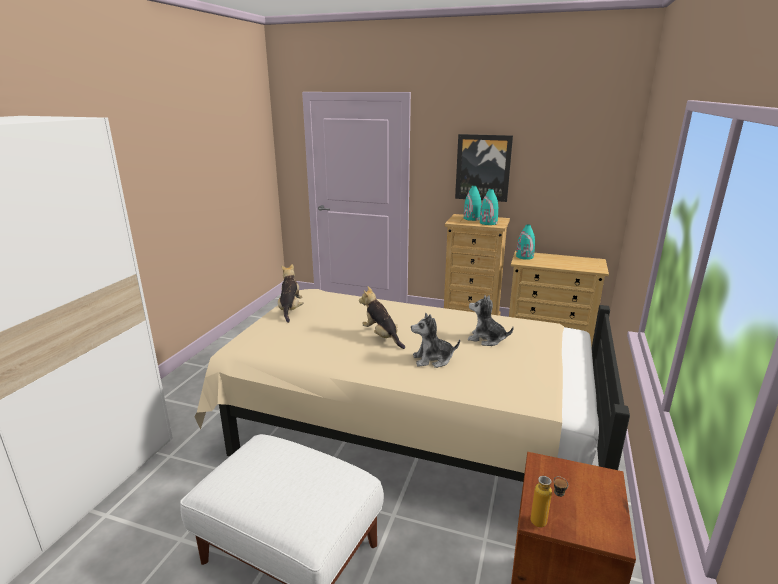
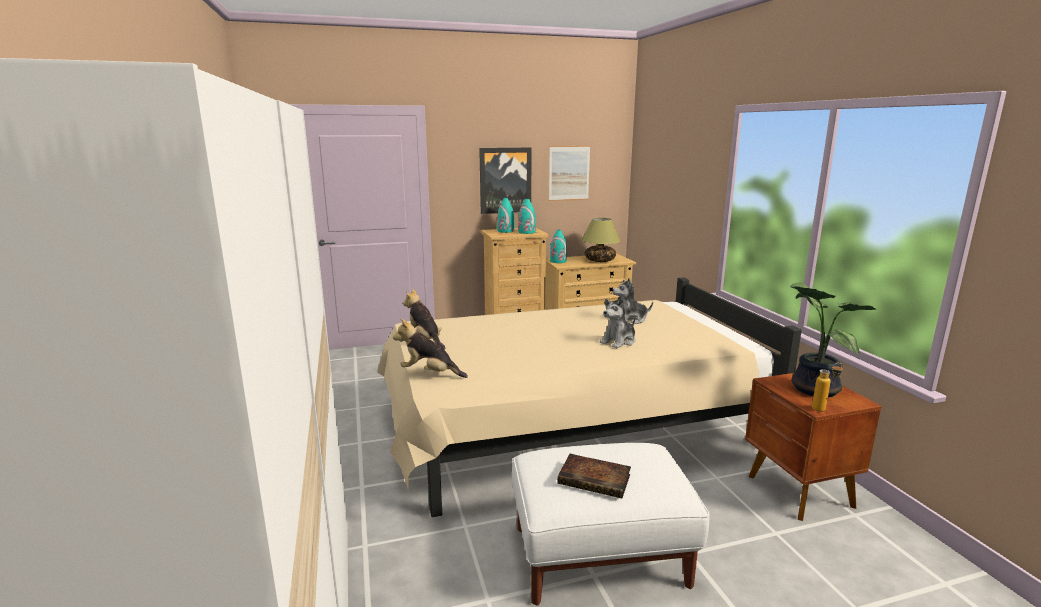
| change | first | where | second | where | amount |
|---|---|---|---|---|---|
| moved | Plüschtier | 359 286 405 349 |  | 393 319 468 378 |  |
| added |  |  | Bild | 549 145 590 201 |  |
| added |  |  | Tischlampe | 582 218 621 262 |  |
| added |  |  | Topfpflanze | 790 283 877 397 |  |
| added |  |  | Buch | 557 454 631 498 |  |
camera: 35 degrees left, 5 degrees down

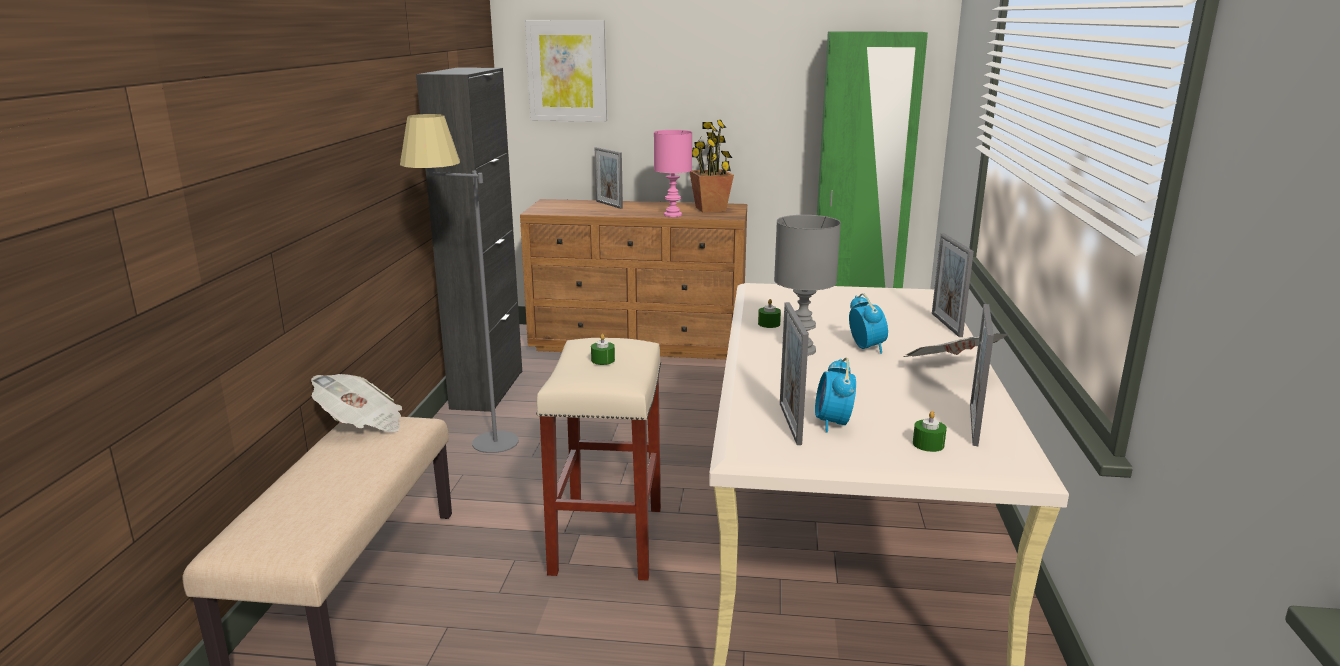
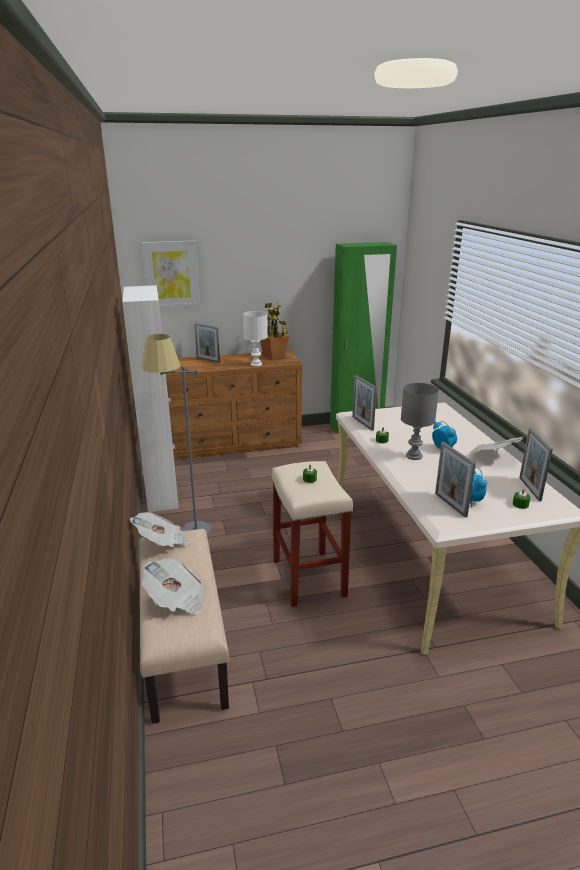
| change | first | where | second | where | amount |
|---|---|---|---|---|---|
| recoloured | Schrank/schwarz | 416 67 522 412 | Schrank/weiß | 122 285 179 512 |  |
| recoloured | Tischlampe/rosa | 654 130 692 217 | Tischlampe/weiß | 243 311 268 366 |  |
| moved | Bilderrahmen | 932 233 974 337 |  | 353 375 377 431 |  |
| added |  |  | Zeitung | 142 558 206 615 |  |
camera: 20 degrees left, 5 degrees up

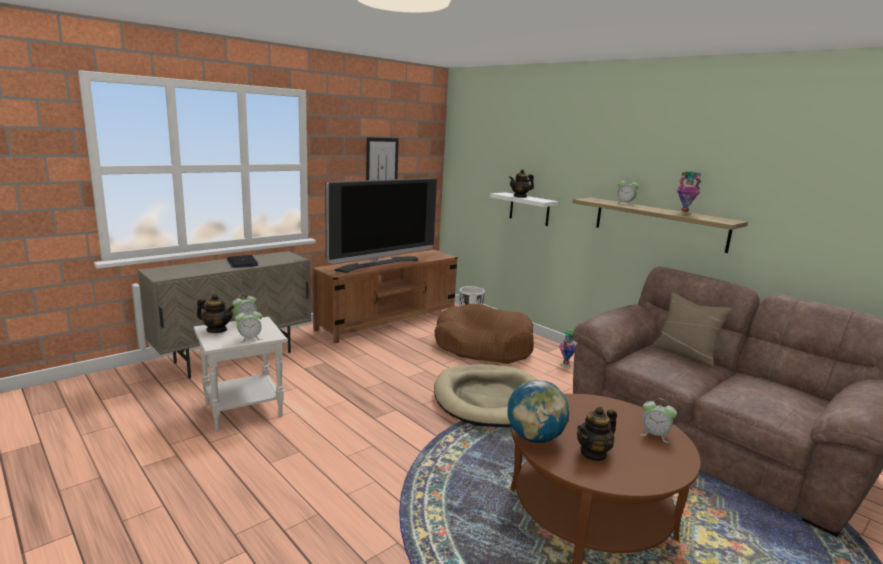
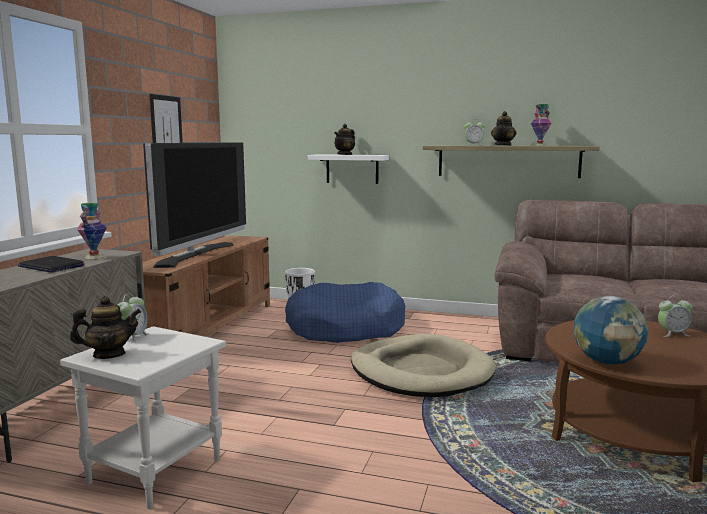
| change | first | where | second | where | amount |
|---|---|---|---|---|---|
| removed | Kissen/beige | 653 292 732 366 |  |  |  |
| recoloured | Hundebett/braun | 434 304 534 364 | Hundebett/blau | 285 282 405 343 |  |
| removed | Wecker | 235 308 262 343 |  |  |  |
| moved | Vase | 559 330 576 368 |  | 77 203 107 259 |  |
| moved | Teekanne | 577 406 617 462 |  | 491 111 517 146 |  |
camera: 30 degrees left, 5 degrees down

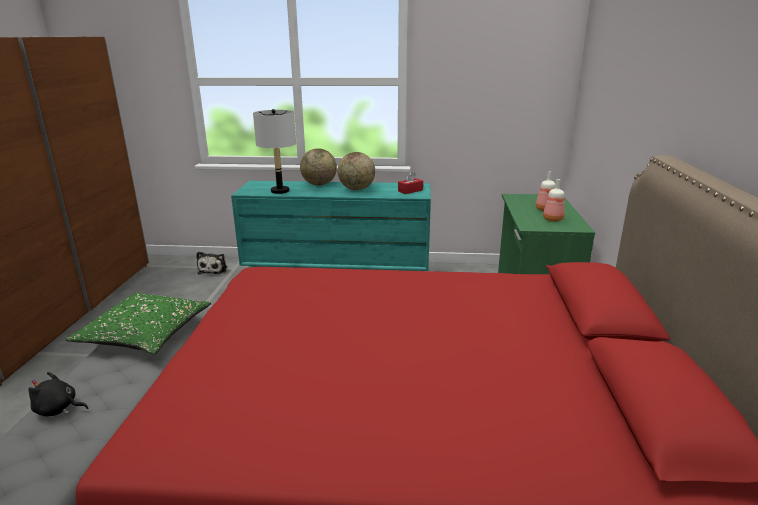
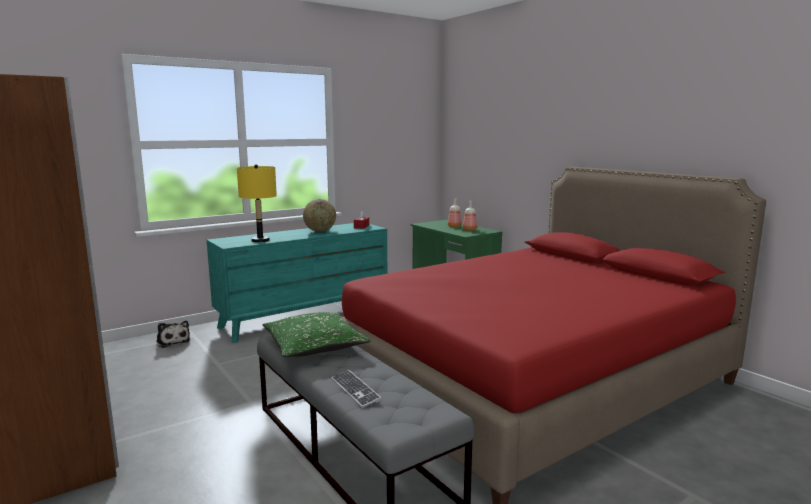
| change | first | where | second | where | amount |
|---|---|---|---|---|---|
| recoloured | Tischlampe/grau | 253 109 296 194 | Tischlampe/gelb | 237 164 277 242 |  |
| removed | Globus | 300 148 337 186 |  |  |  |
| replaced | Plüschtier/schwarz | 28 372 88 416 | Tastatur | 331 370 381 408 |  |
camera: 40 degrees left, 10 degrees down

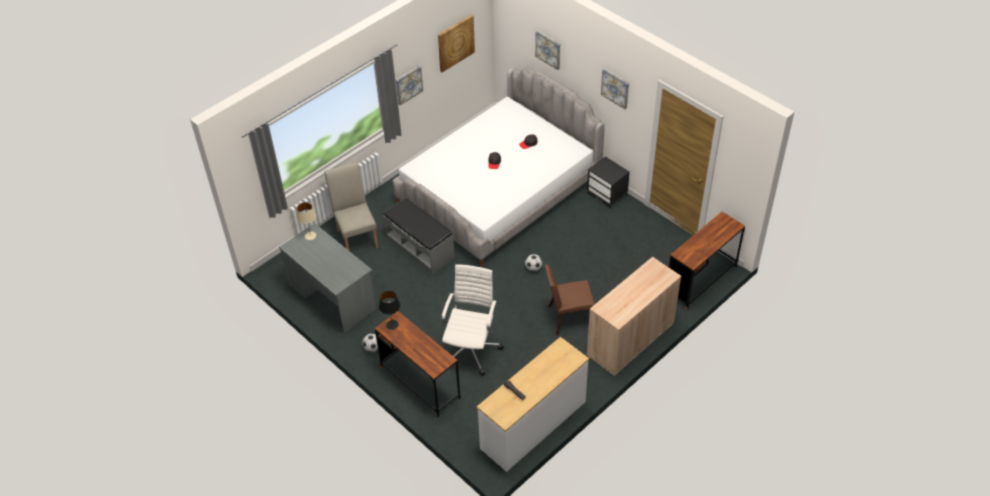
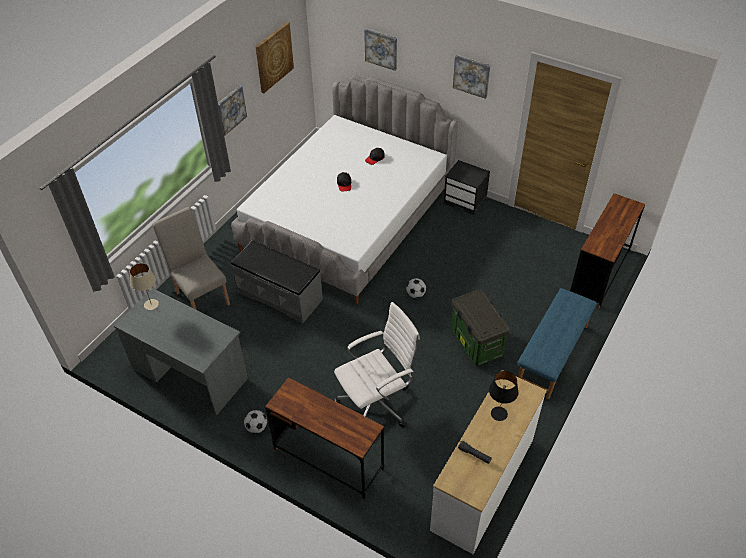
| change | first | where | second | where | amount |
|---|---|---|---|---|---|
| replaced | Schrank/beige | 587 257 681 376 | Bank/blau | 517 288 597 399 |  |
| turned | Bürostuhl/weiß | 441 264 504 376 |  | 334 302 420 428 | 60 degrees clockwise |
| replaced | Stuhl/braun | 545 264 595 335 | Aufbewahrungsbox | 451 289 510 366 |  |
| moved | Tischlampe/schwarz | 379 291 400 330 |  | 489 371 518 421 |  |
camera: 15 degrees left, 0 degrees up

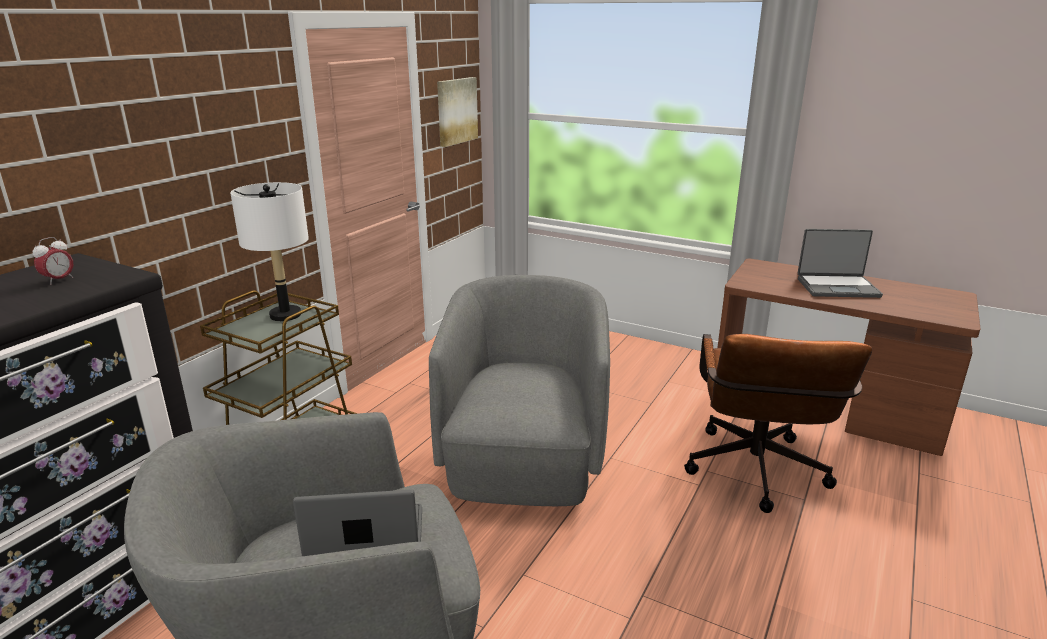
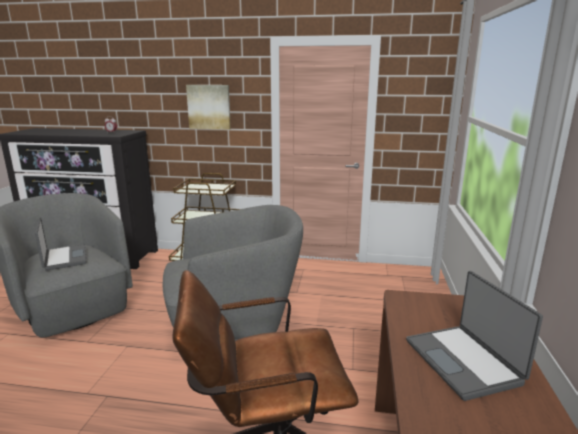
| change | first | where | second | where | amount |
|---|---|---|---|---|---|
| moved | Bild | 437 77 478 147 |  | 186 85 231 130 |  |
| removed | Tischlampe/weiß | 230 182 309 321 |  |  |  |
camera: 70 degrees right, 5 degrees down

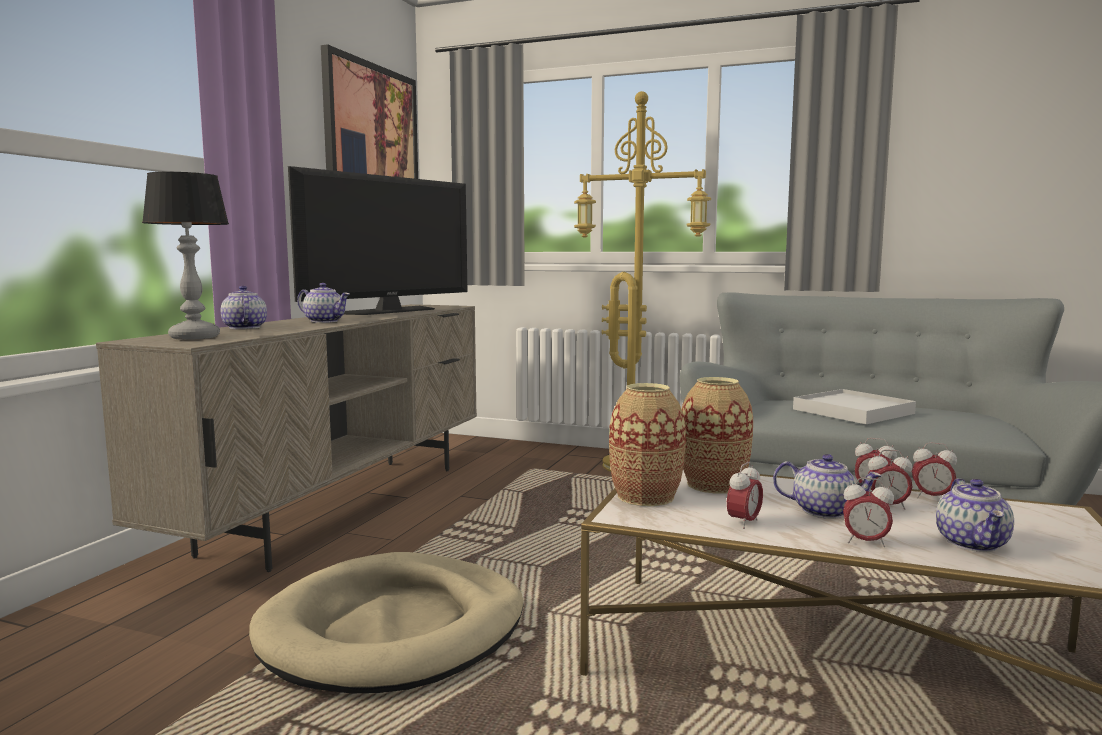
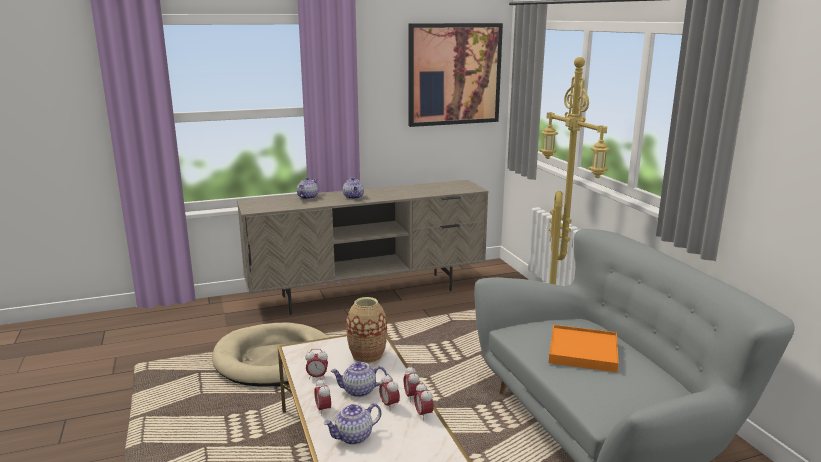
| change | first | where | second | where | amount |
|---|---|---|---|---|---|
| removed | Fernseher | 288 166 468 315 |  |  |  |
| removed | Tischlampe | 142 172 229 340 |  |  |  |
| removed | Vase | 609 383 686 506 |  |  |  |
| recoloured | Tablett/weiß | 793 389 916 424 | Tablett/orange | 549 325 619 372 |  |
| turned | Teekanne | 773 454 882 519 |  | 331 361 387 397 | 105 degrees clockwise |
camera: 50 degrees right, 10 degrees up

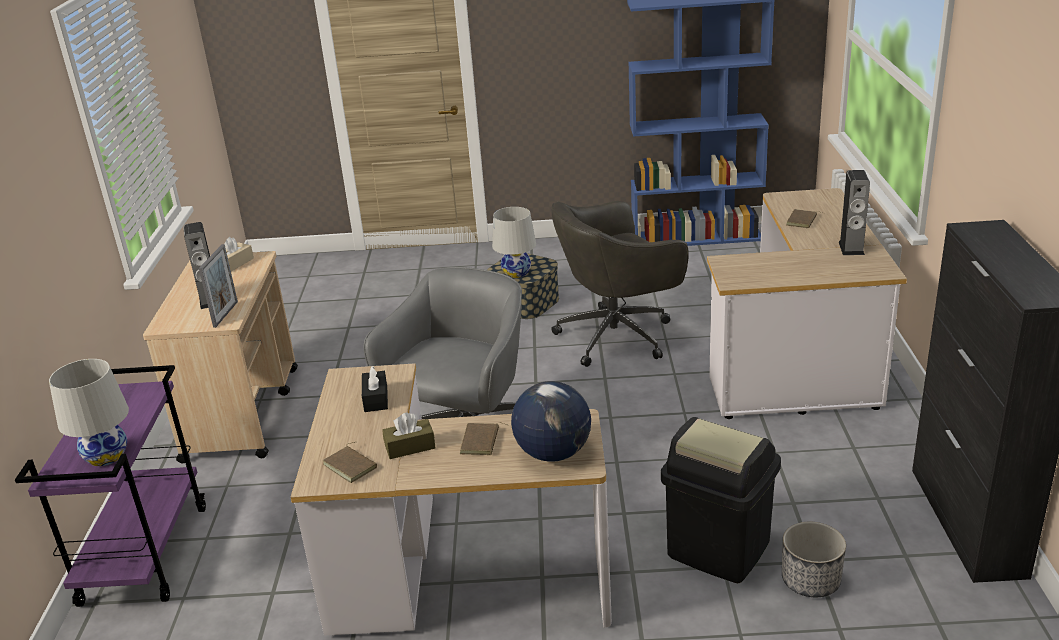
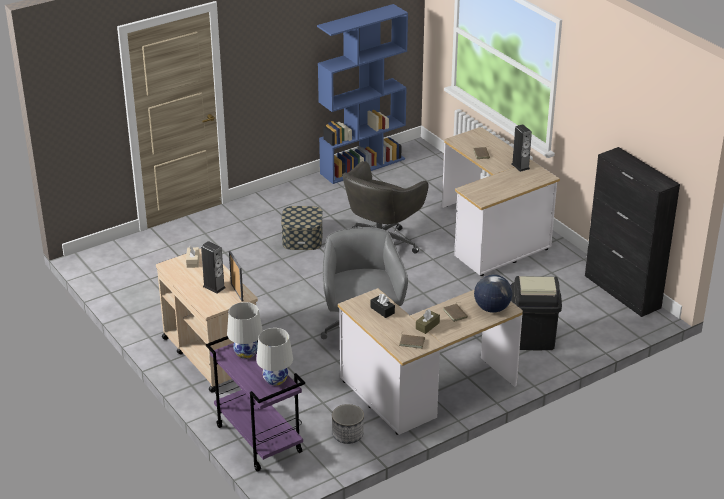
| change | first | where | second | where | amount |
|---|---|---|---|---|---|
| moved | Tischlampe/weiß | 492 207 536 278 |  | 227 302 263 359 |  |
| moved | Pflanzkübel | 782 522 846 597 |  | 332 404 364 444 |  |
camera: 35 degrees left, 5 degrees up

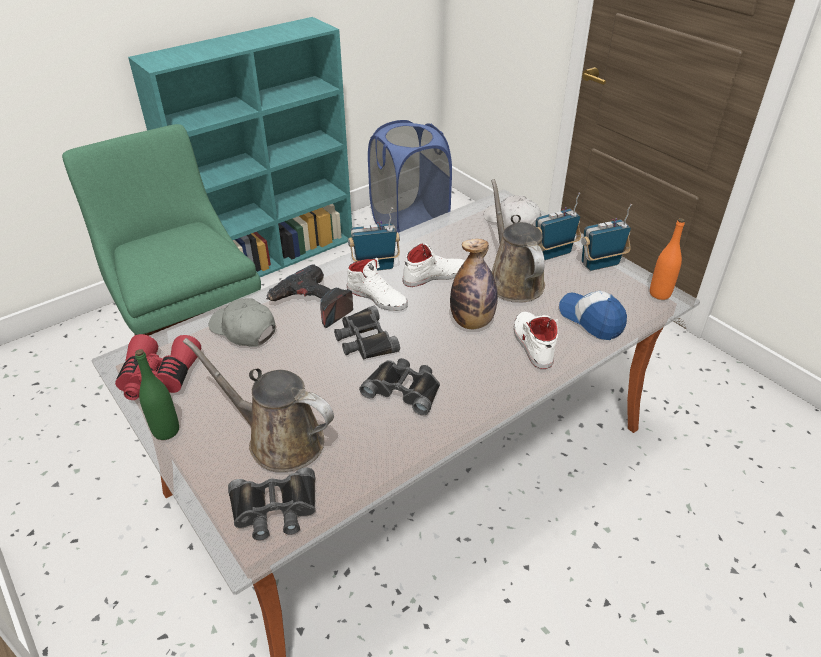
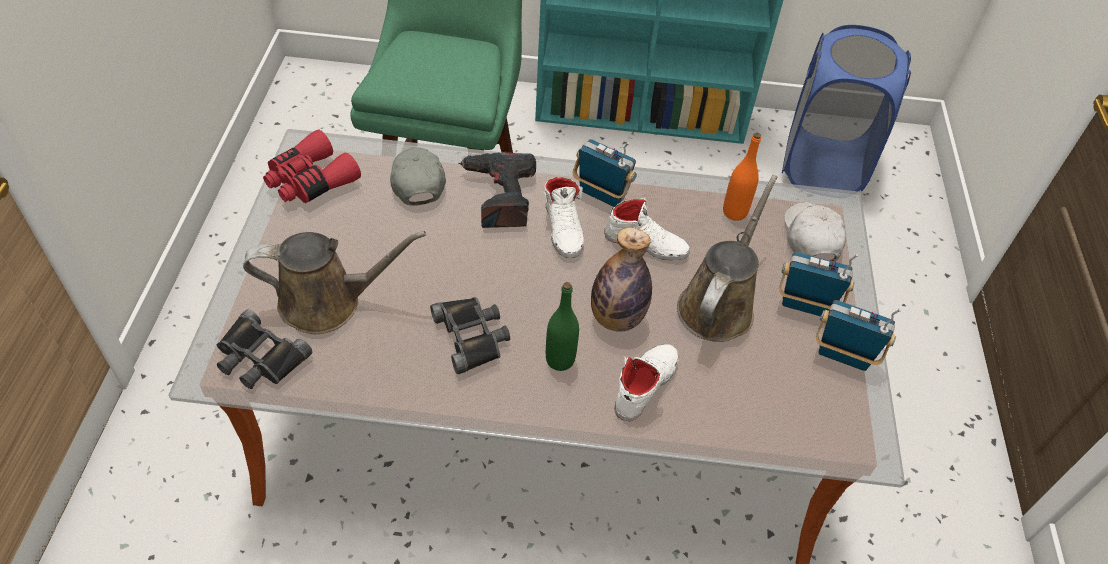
| change | first | where | second | where | amount |
|---|---|---|---|---|---|
| moved | Flasche/orange | 650 218 685 300 |  | 723 133 761 221 |  |
| removed | Kappe | 559 291 627 340 |  |  |  |
| removed | Fernglas/schwarz | 334 306 400 359 |  |  |  |
| turned | Gießkanne/braun | 183 338 334 472 |  | 243 231 426 334 | 105 degrees clockwise |
| moved | Flasche/grün | 135 349 179 440 |  | 546 282 579 371 |  |
camera: 40 degrees right, 10 degrees up

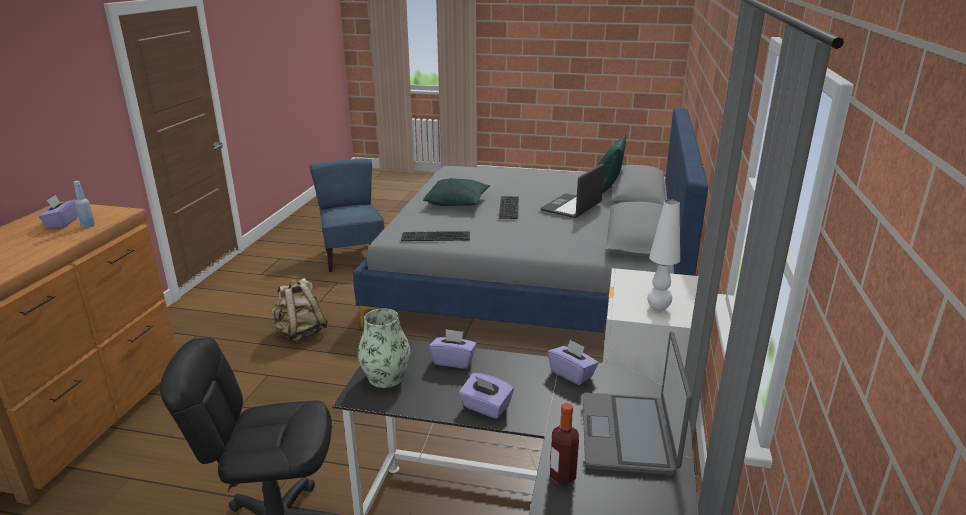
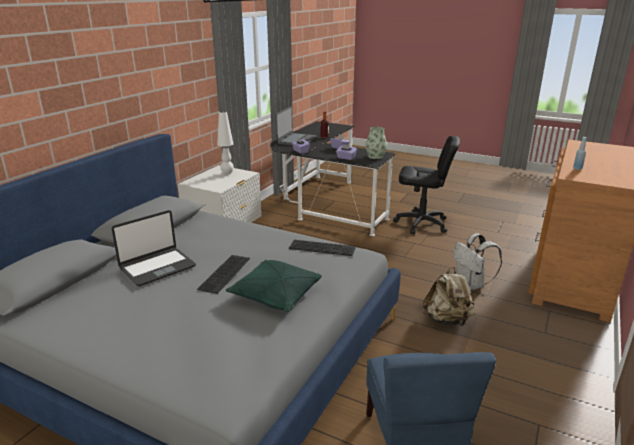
| change | first | where | second | where | amount |
|---|---|---|---|---|---|
| removed | Kissen/grün | 598 135 626 193 |  |  |  |
| removed | Taschentuchbox/lila | 39 195 78 228 |  |  |  |
| added |  |  | Rucksack/weiß | 453 233 502 290 |  |
camera: 165 degrees left, 0 degrees up

